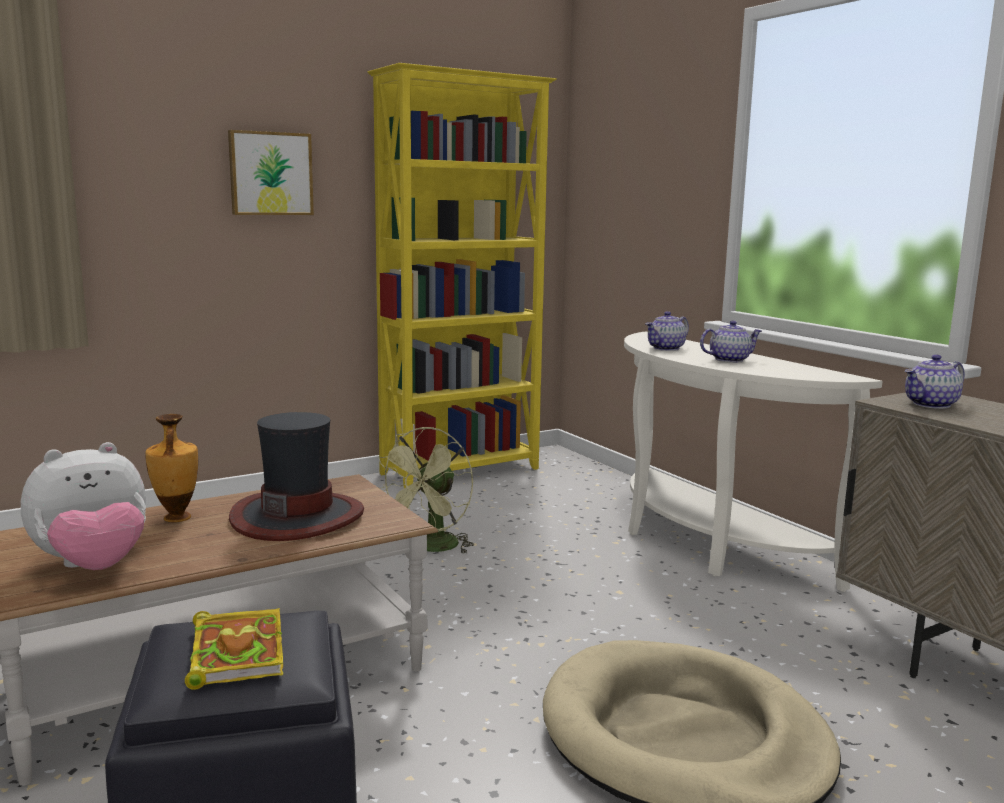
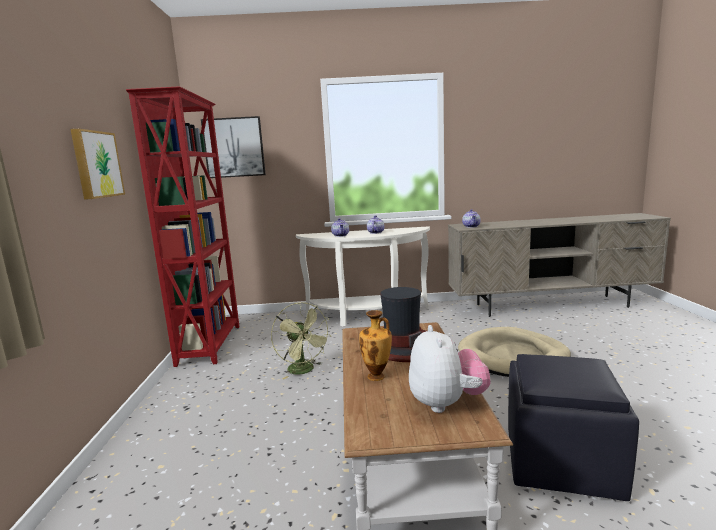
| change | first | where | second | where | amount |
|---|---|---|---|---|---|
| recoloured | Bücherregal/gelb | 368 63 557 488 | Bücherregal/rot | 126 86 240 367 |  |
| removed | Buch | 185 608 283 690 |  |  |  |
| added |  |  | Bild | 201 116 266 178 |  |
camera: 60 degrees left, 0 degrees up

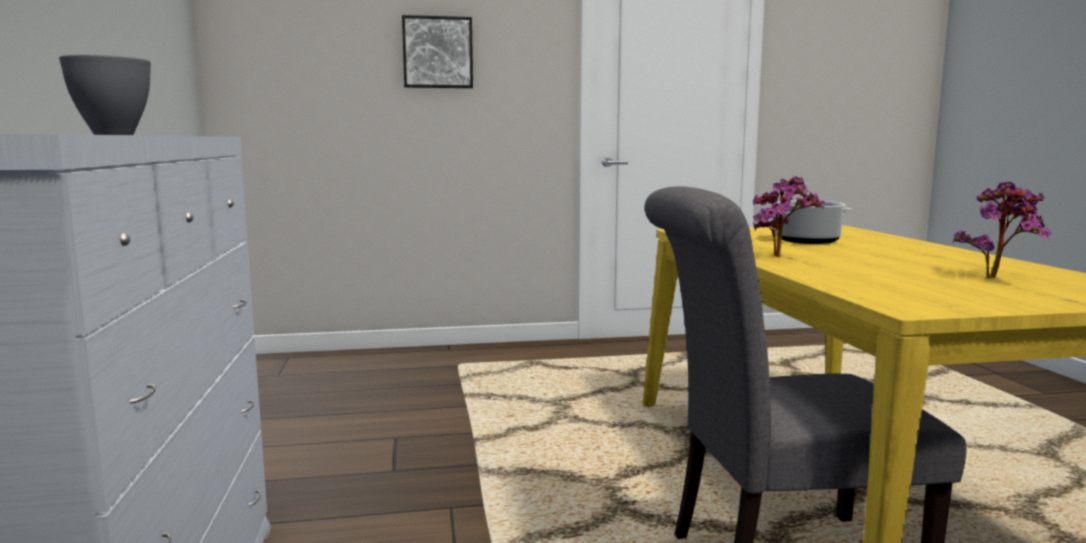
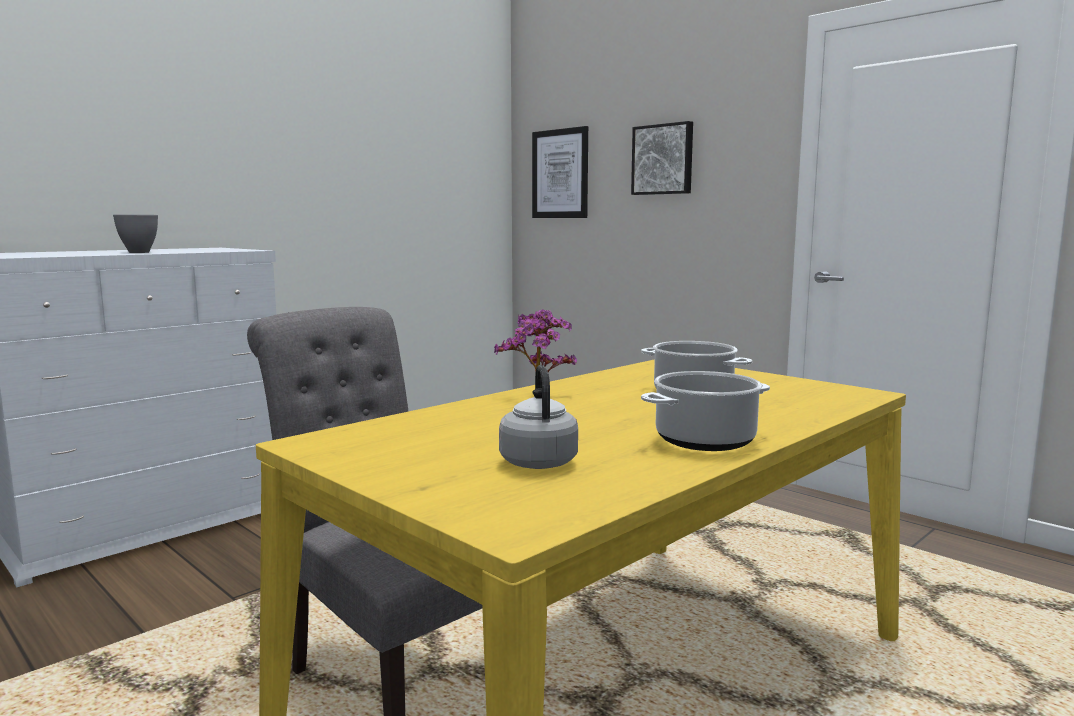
| change | first | where | second | where | amount |
|---|---|---|---|---|---|
| replaced | Topfpflanze | 952 182 1052 278 | Wasserkessel/grau | 499 365 578 469 |  |
| added |  |  | Bild | 532 126 588 218 |  |
| added |  |  | Kochtopf | 641 371 770 451 |  |
camera: 55 degrees right, 0 degrees up

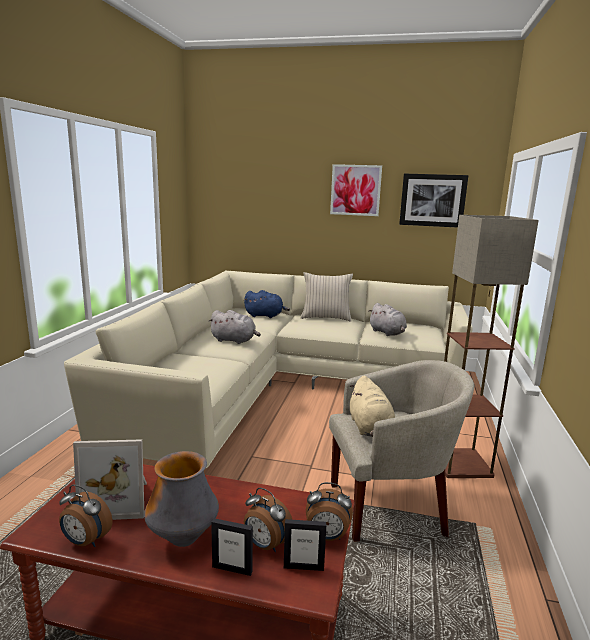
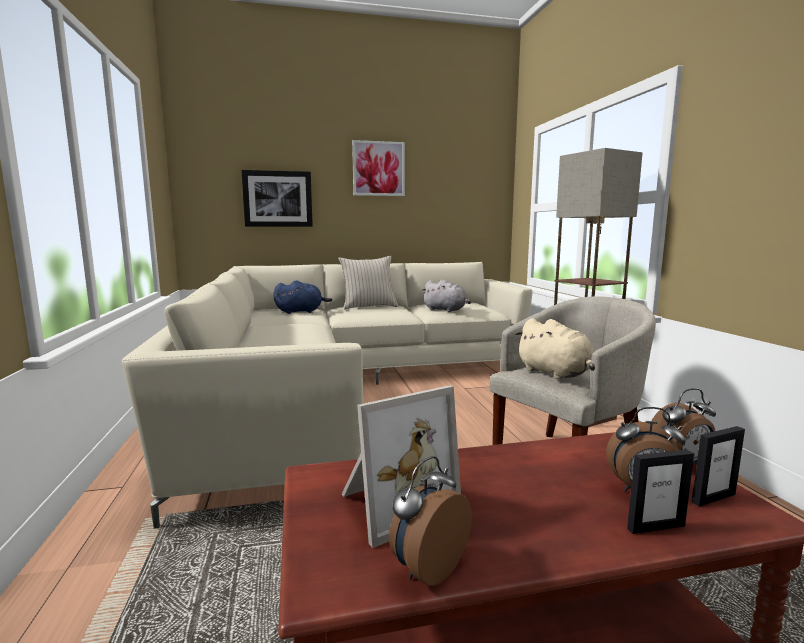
| change | first | where | second | where | amount |
|---|---|---|---|---|---|
| moved | Bild | 399 174 469 228 |  | 241 170 313 227 |  |
| removed | Plüschtier/grau | 209 310 261 344 |  |  |  |
| removed | Vase | 144 451 219 547 |  |  |  |
| turned | Wecker | 59 485 112 547 |  | 389 456 472 586 | 135 degrees clockwise |
camera: 25 degrees left, 5 degrees down

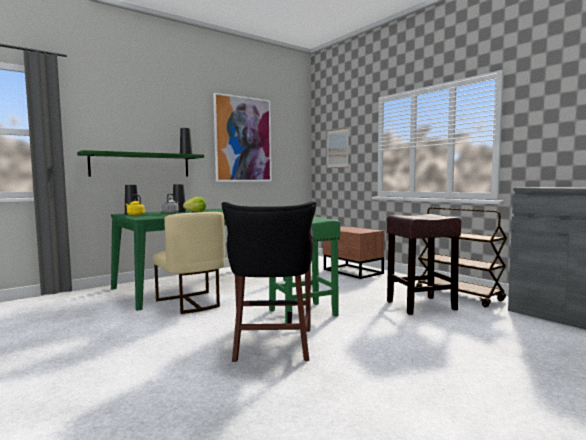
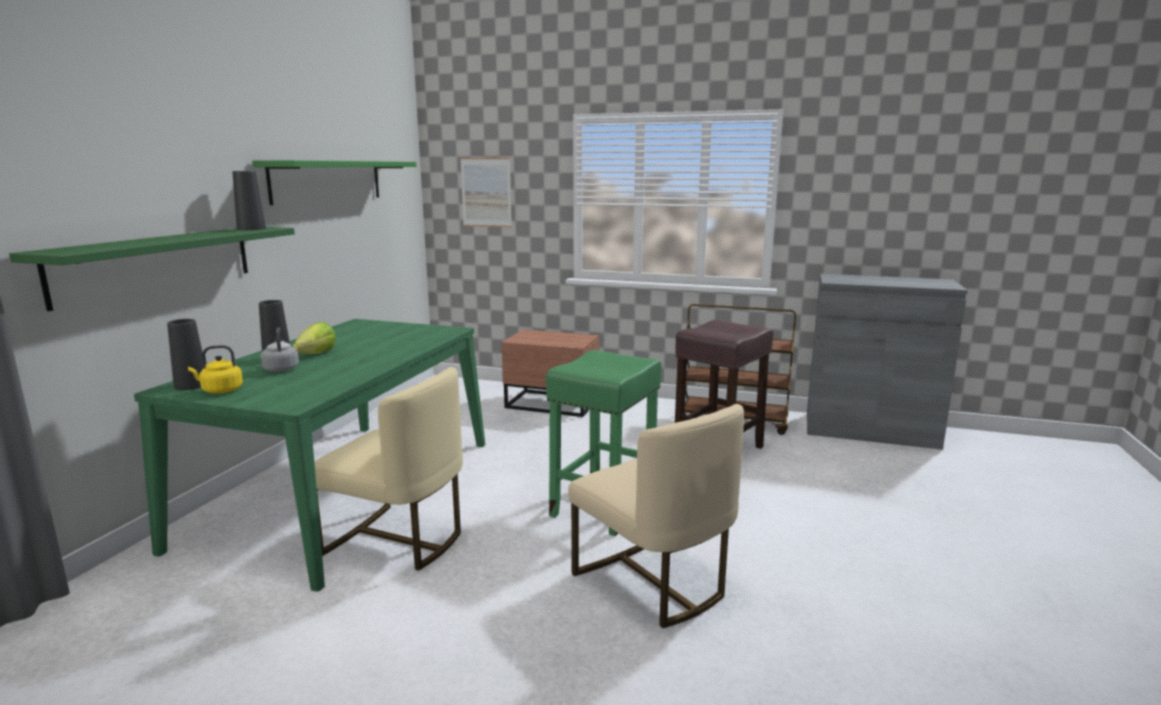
| change | first | where | second | where | amount |
|---|---|---|---|---|---|
| replaced | Bild | 213 93 271 182 | Wandregal/grün | 252 160 417 205 |  |
| replaced | Hocker/schwarz | 221 201 316 362 | Stuhl/beige | 568 404 744 628 |  |
camera: 35 degrees left, 10 degrees up

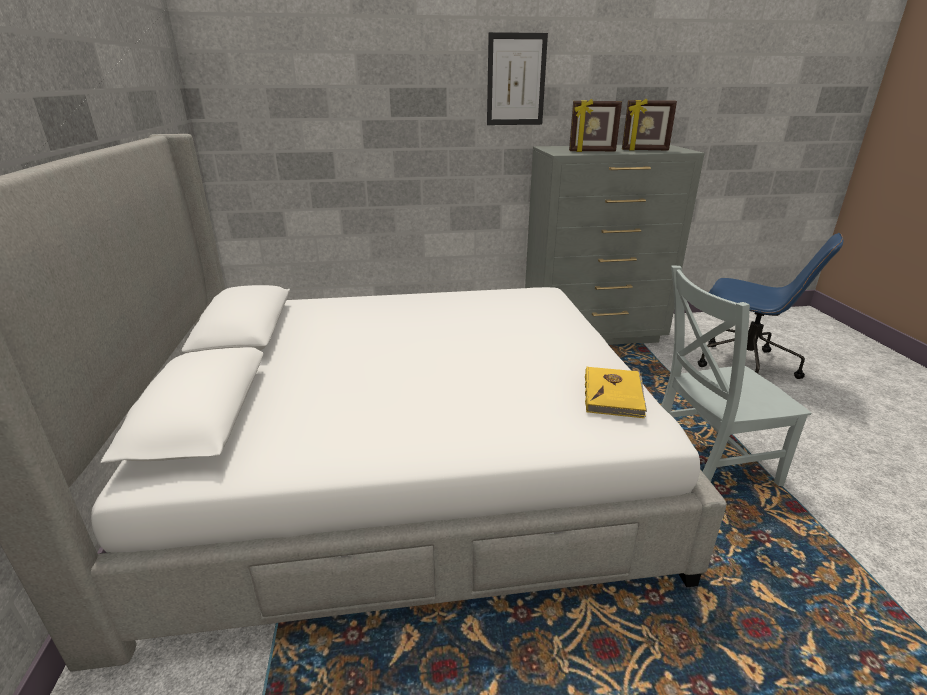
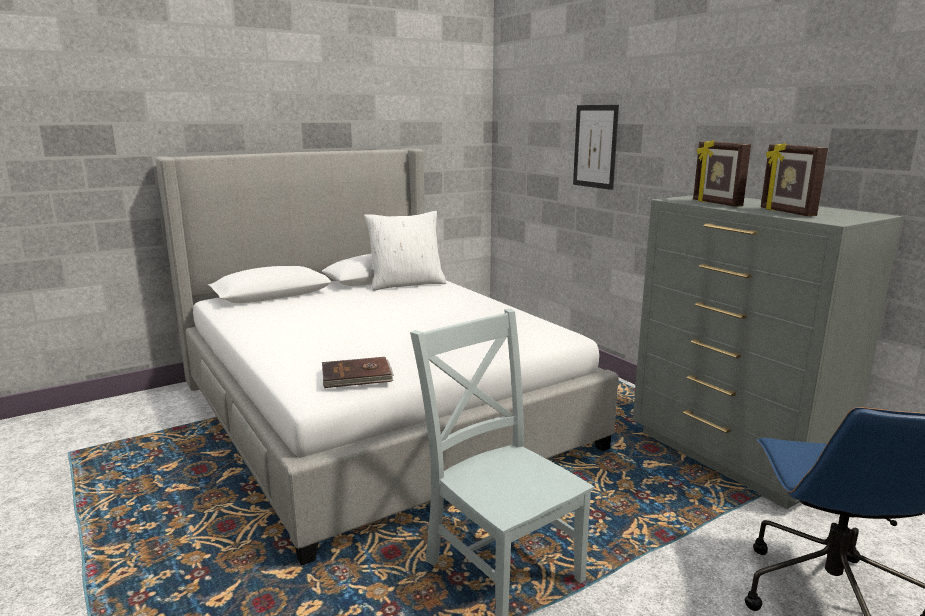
| change | first | where | second | where | amount |
|---|---|---|---|---|---|
| moved | Bild | 487 32 548 125 |  | 573 105 619 190 |  |
| recoloured | Buch/gelb | 585 367 647 418 | Buch/braun | 322 357 394 388 |  |
| added |  |  | Kissen/weiß | 364 211 446 291 |  |
camera: 65 degrees right, 10 degrees down

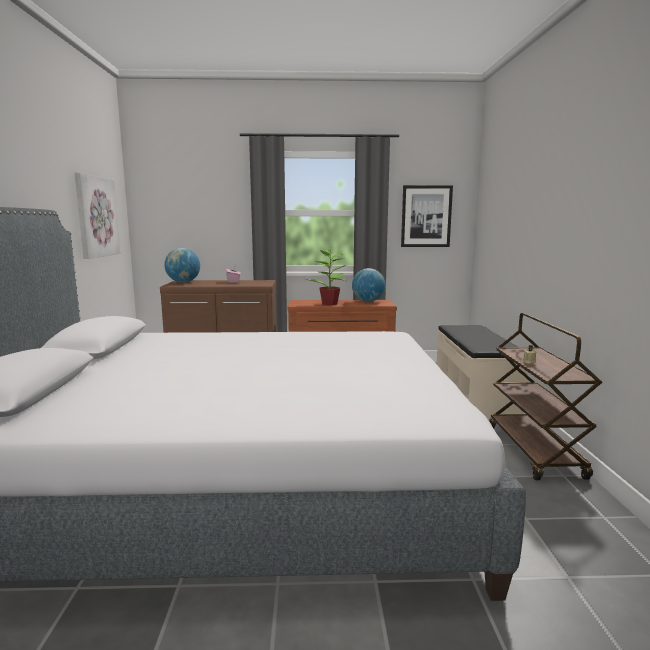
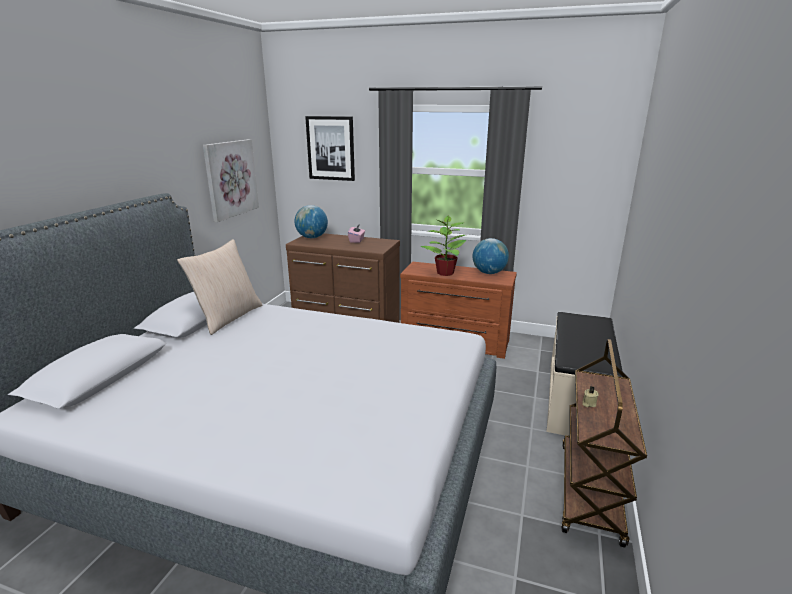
| change | first | where | second | where | amount |
|---|---|---|---|---|---|
| moved | Bild | 401 185 453 247 |  | 305 116 355 181 |  |
| added |  |  | Kissen/beige | 177 239 262 335 |  |
camera: 20 degrees right, 10 degrees up

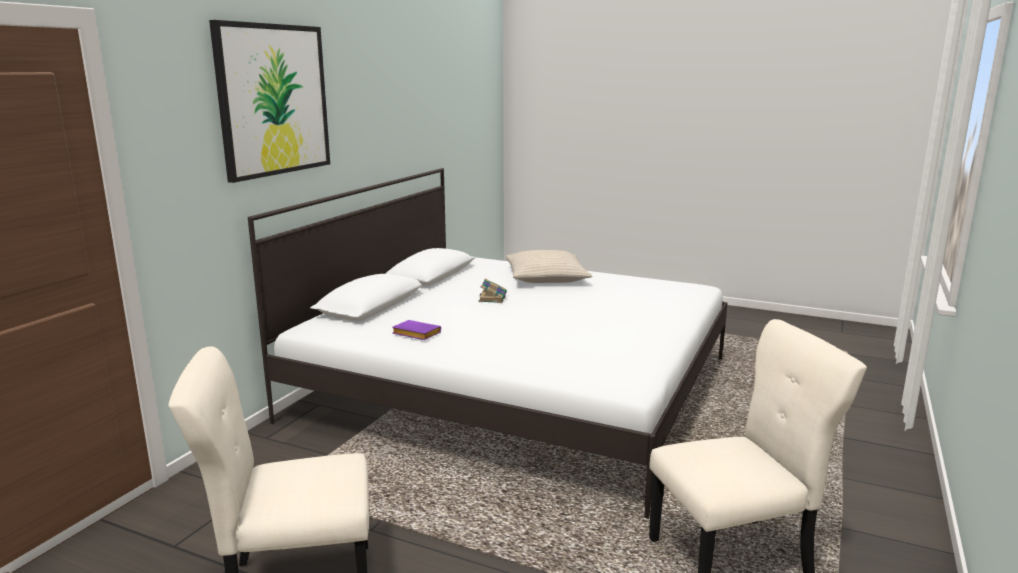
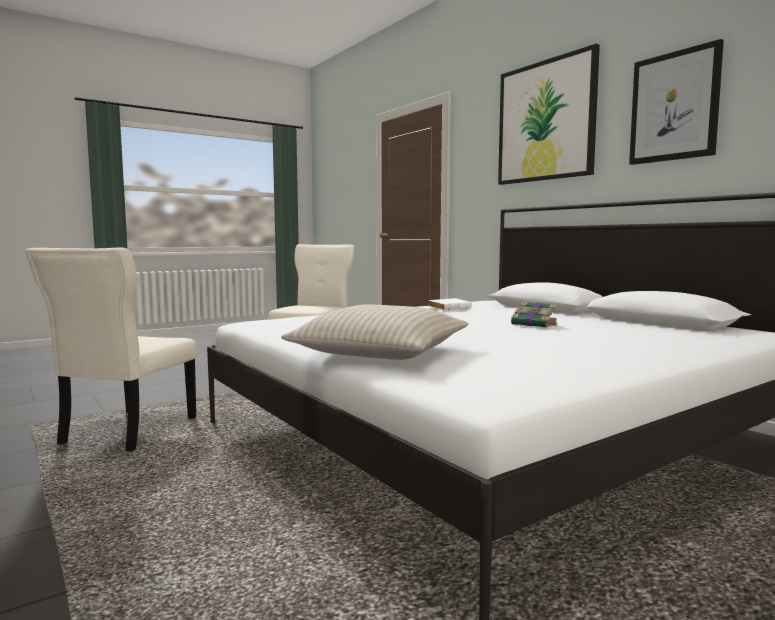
| change | first | where | second | where | amount |
|---|---|---|---|---|---|
| moved | Kissen/beige | 505 250 592 283 |  | 281 304 469 360 |  |
| recoloured | Buch/lila | 392 320 441 340 | Buch/weiß | 429 298 472 310 |  |
| added |  |  | Bild | 629 39 724 165 |  |
camera: 120 degrees right, 10 degrees down

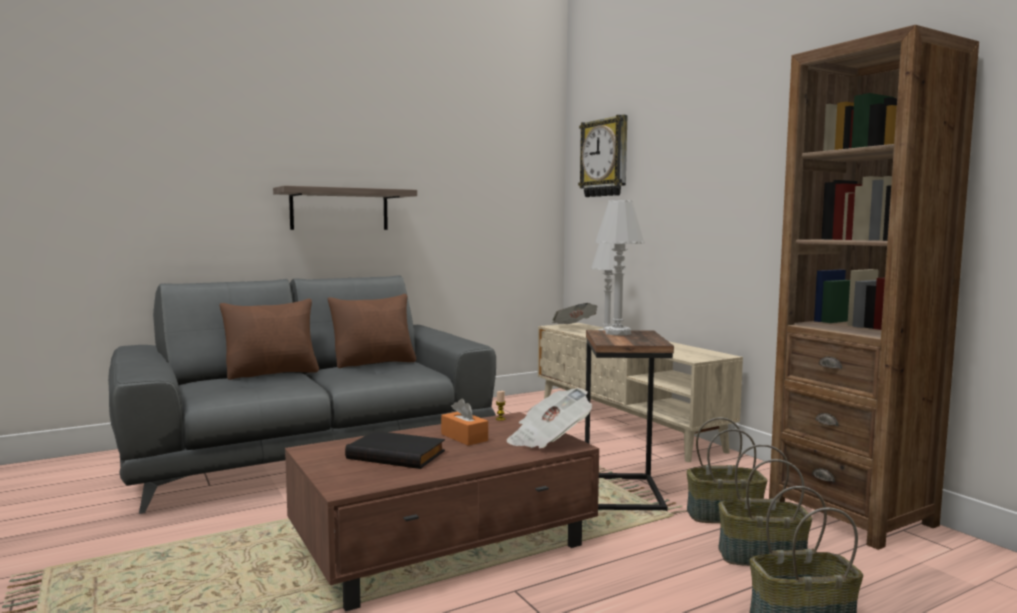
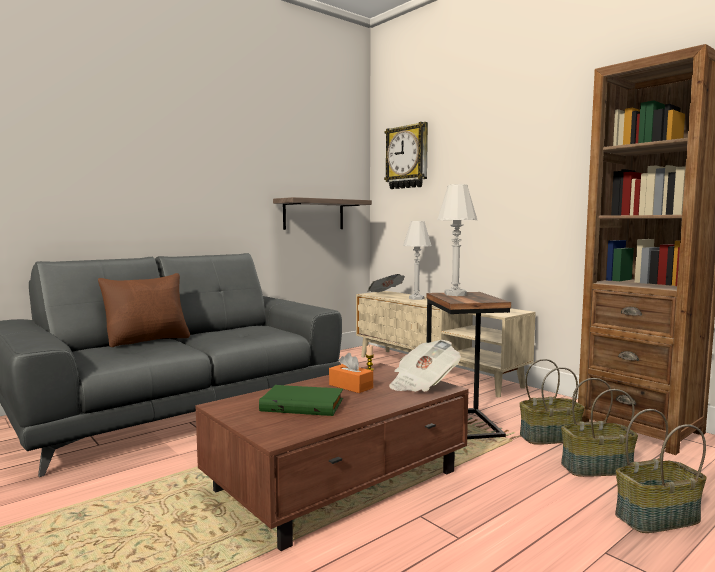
| change | first | where | second | where | amount |
|---|---|---|---|---|---|
| moved | Wandregal | 273 185 417 230 |  | 273 197 372 230 |  |
| removed | Kissen/braun | 328 294 416 368 |  |  |  |
| recoloured | Buch/schwarz | 345 431 445 469 | Buch/grün | 259 385 343 416 |  |
camera: 10 degrees left, 0 degrees up

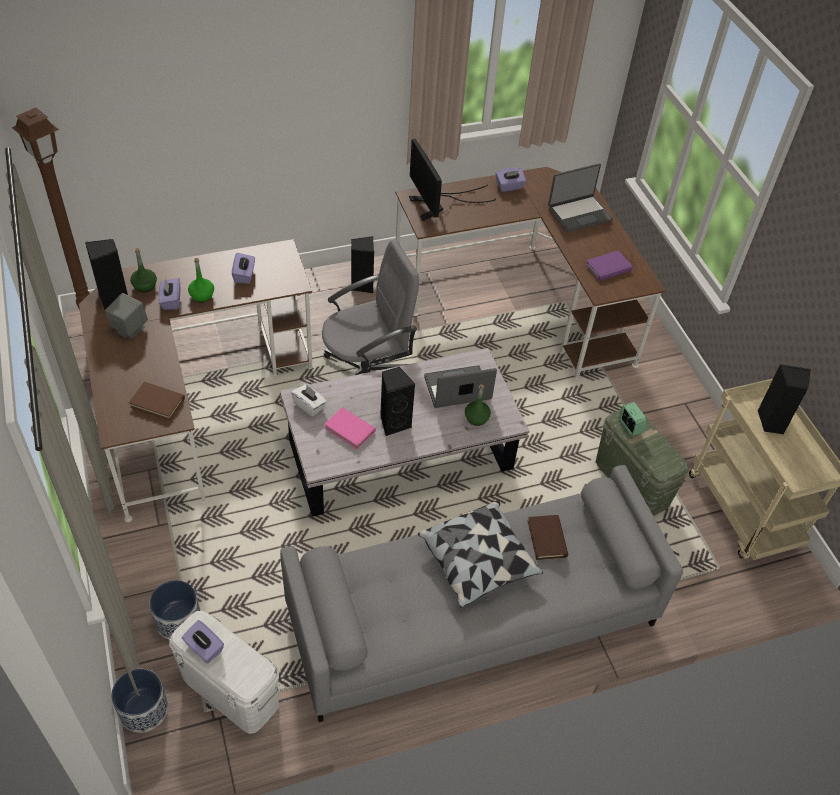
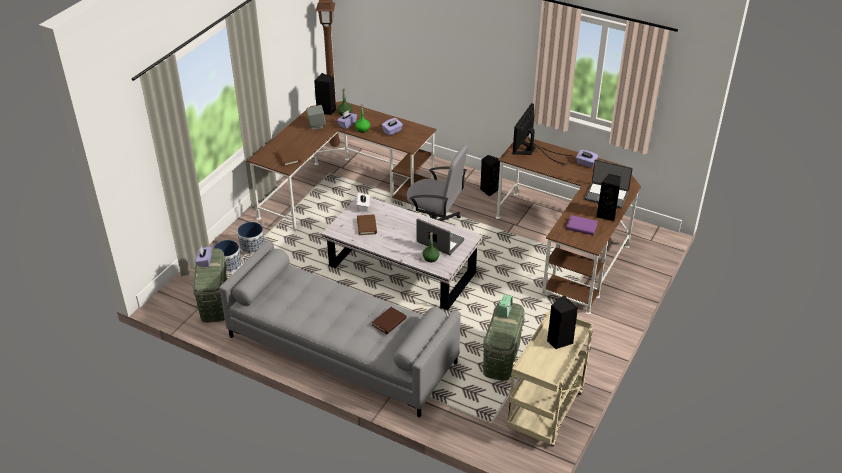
| change | first | where | second | where | amount |
|---|---|---|---|---|---|
| moved | Lautsprecher/schwarz | 380 367 415 436 |  | 597 174 621 221 |  |
| recoloured | Buch/rosa | 324 407 376 449 | Buch/braun | 357 215 377 235 |  |
| removed | Kissen | 418 501 543 608 |  |  |  |
| recoloured | Aufbewahrungsbox/weiß | 169 611 279 734 | Aufbewahrungsbox/grün | 193 248 227 323 |  |
| moved | Pflanzkübel | 111 669 168 733 |  | 237 222 265 255 |  |
camera: 50 degrees right, 10 degrees down

